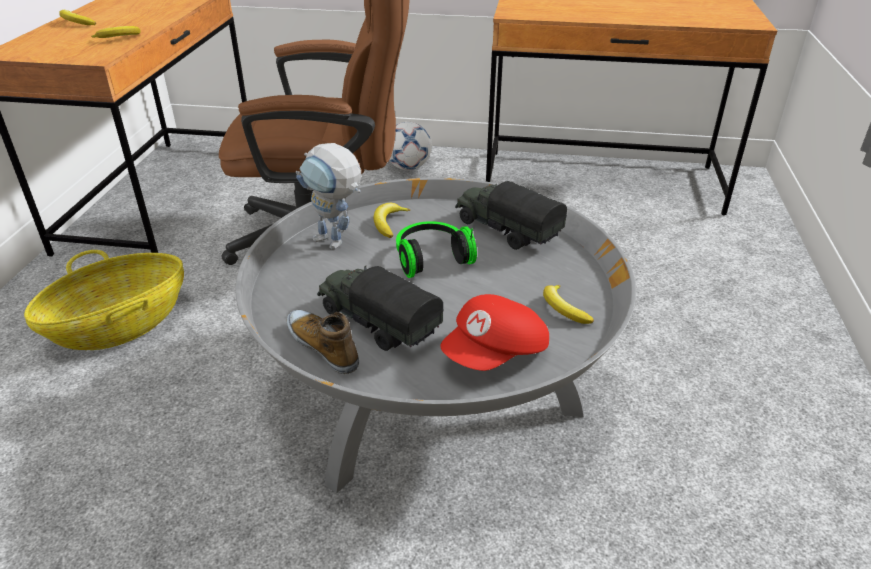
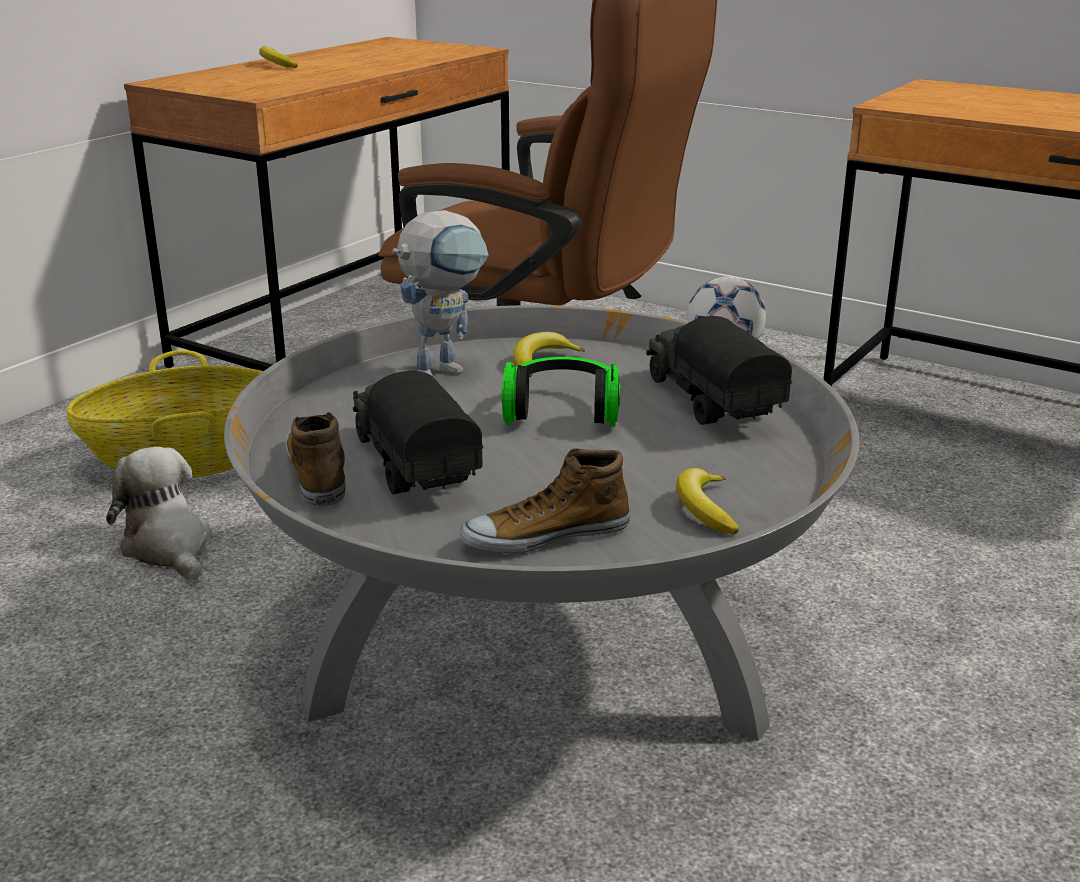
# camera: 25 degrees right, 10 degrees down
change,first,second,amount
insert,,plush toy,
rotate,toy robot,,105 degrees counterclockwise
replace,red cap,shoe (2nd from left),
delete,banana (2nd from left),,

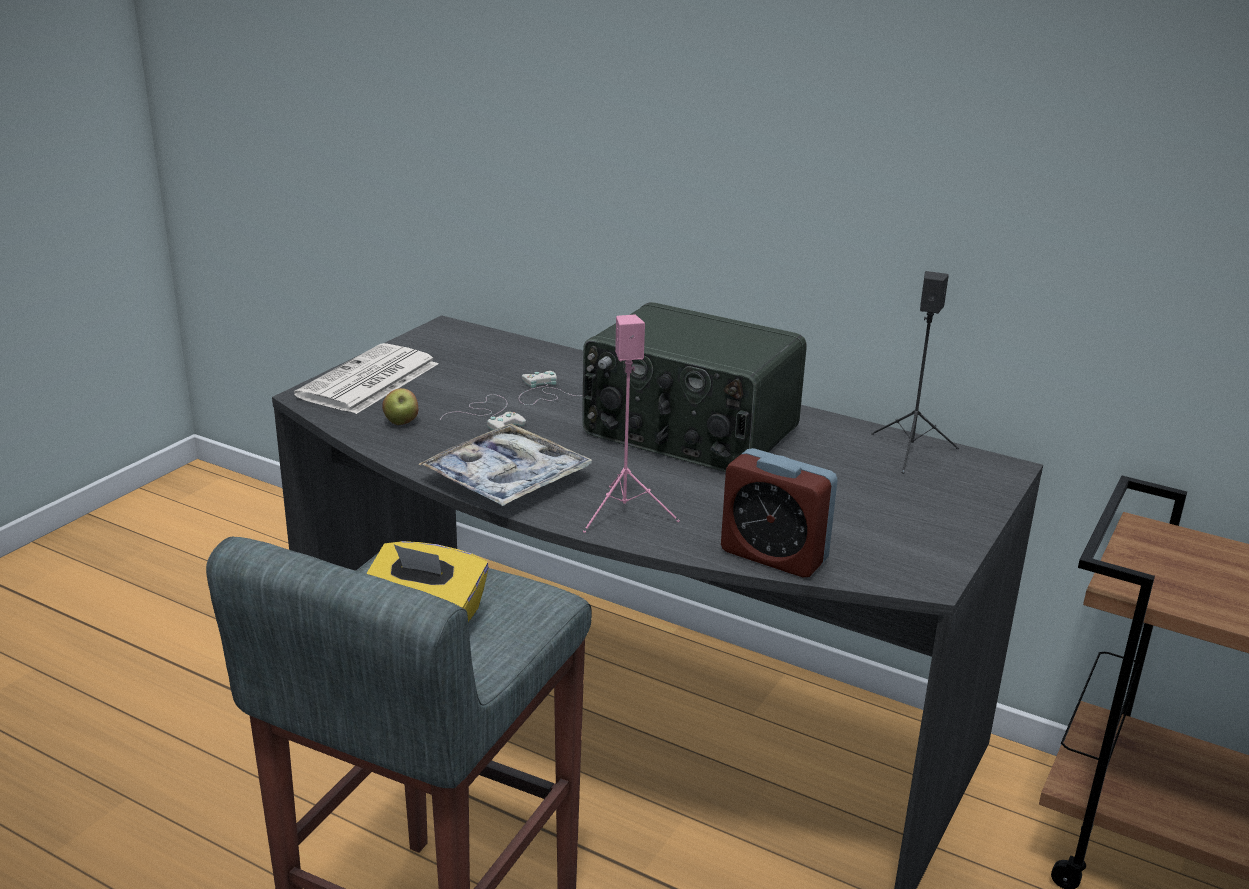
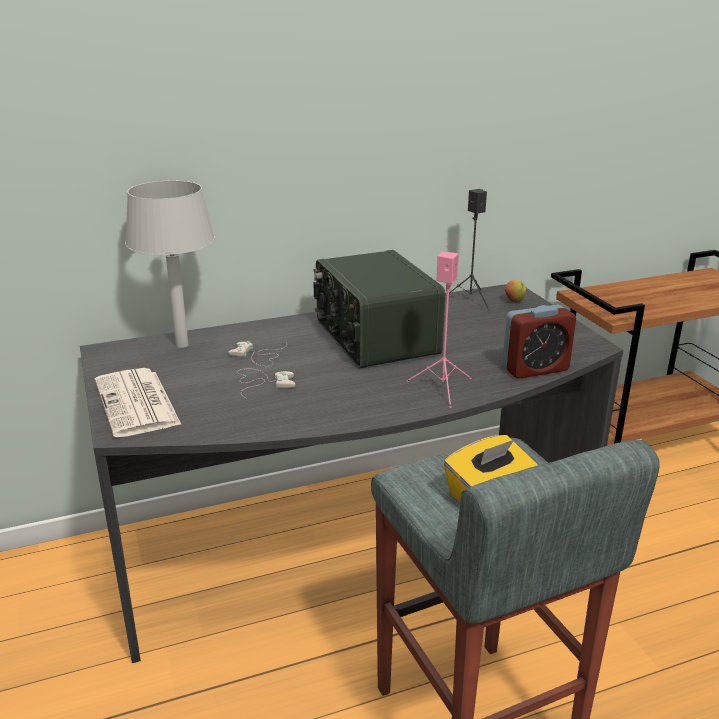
# camera: 50 degrees left, 0 degrees up
change,first,second,amount
insert,,grey table lamp,
rotate,radio,,90 degrees clockwise
move,apple,,
delete,tray,,

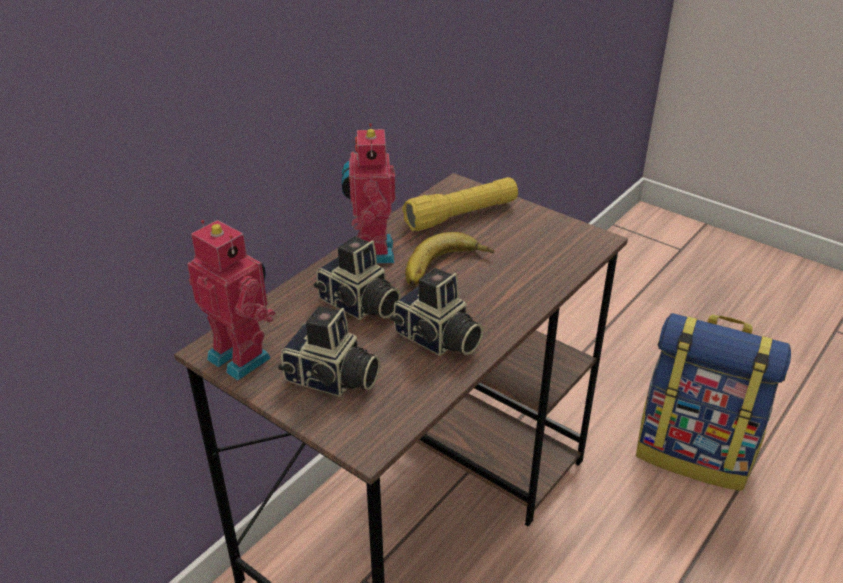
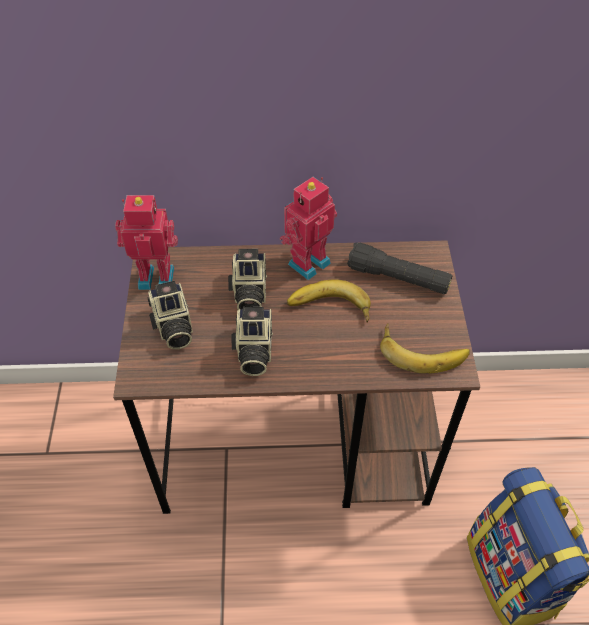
# camera: 50 degrees right, 15 degrees up
change,first,second,amount
rotate,toy robot (1st from left),,90 degrees counterclockwise
recolor,yellow flashlight,black flashlight,
insert,,banana (2nd from left),

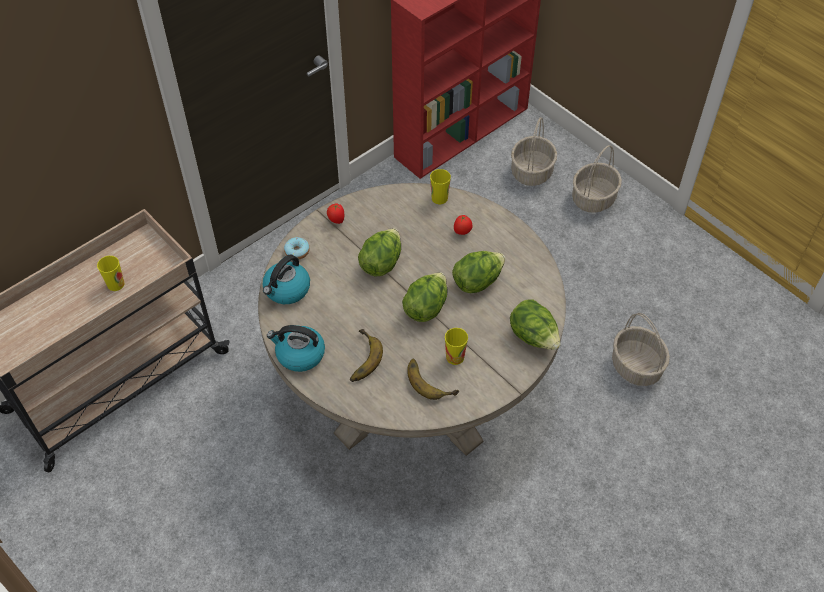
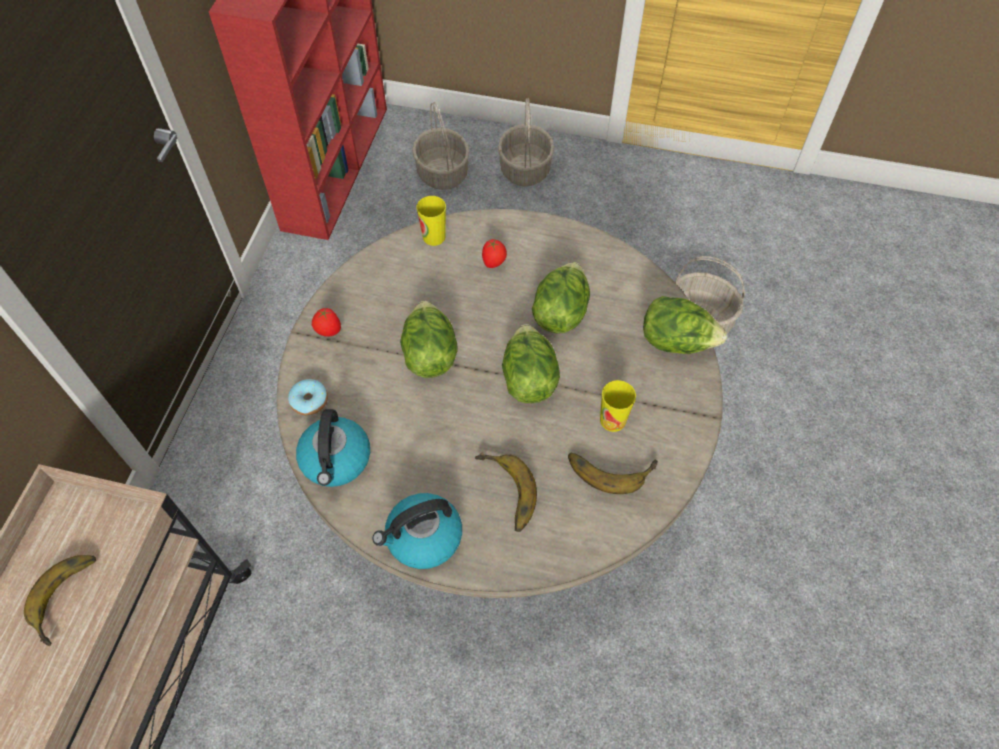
# camera: 35 degrees left, 5 degrees up
change,first,second,amount
replace,cup (1st from left),banana (1st from left),

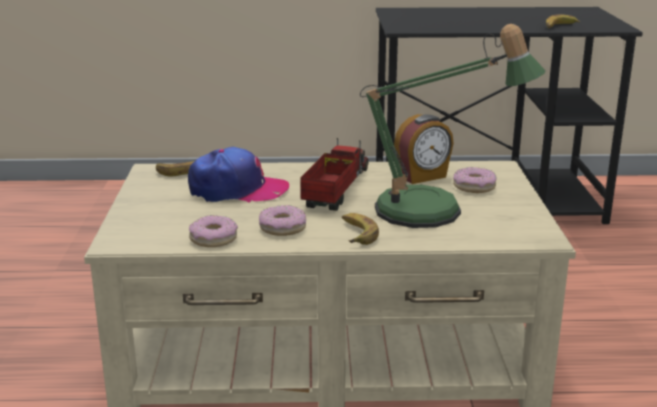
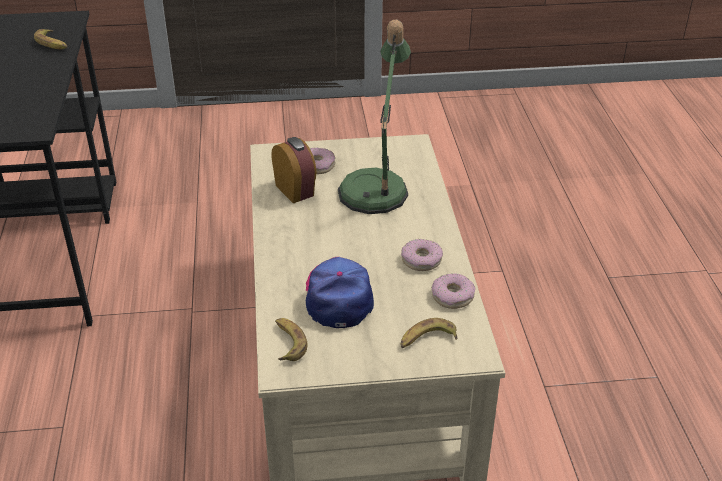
# camera: 95 degrees left, 15 degrees up
change,first,second,amount
move,banana (2nd from left in the first image),banana (3rd from left),
delete,toy truck,,

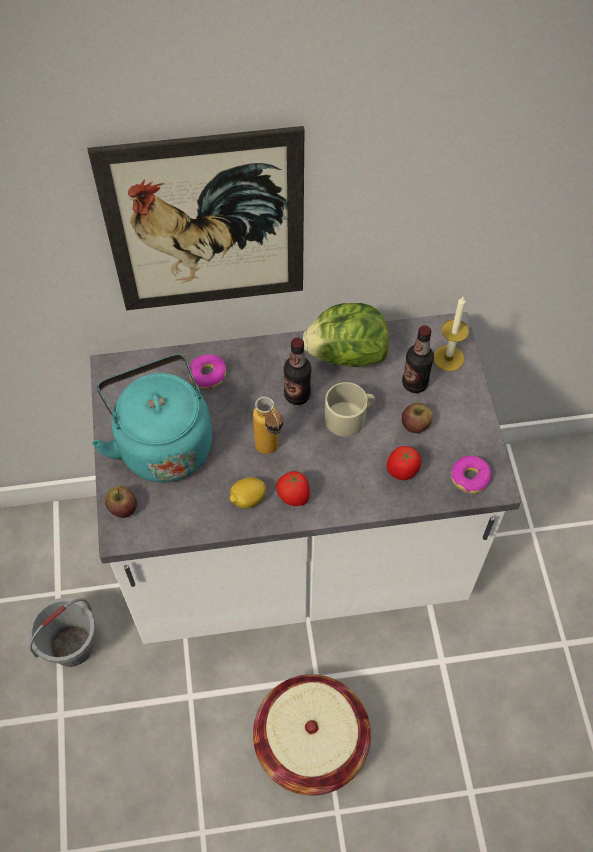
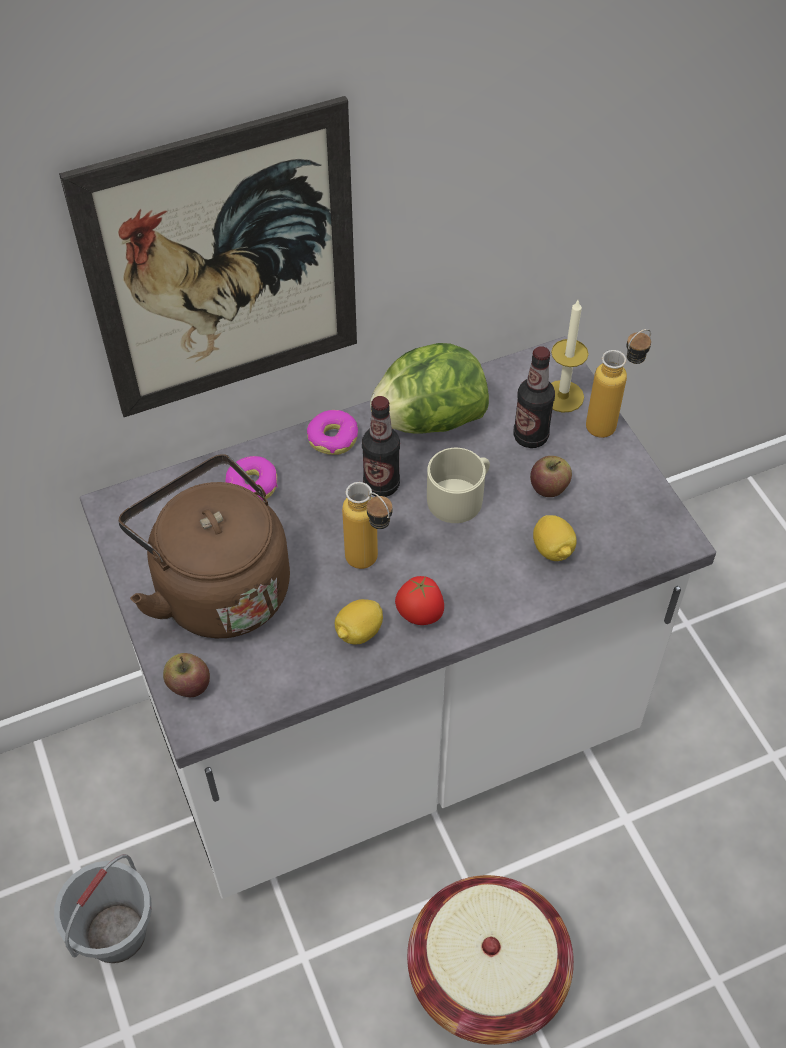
# camera: 15 degrees left, 5 degrees down
change,first,second,amount
recolor,turquoise kettle,brown kettle,
move,donut (2nd from left),,
replace,tomato (2nd from left),lemon (2nd from left),
insert,,bottle (4th from left),

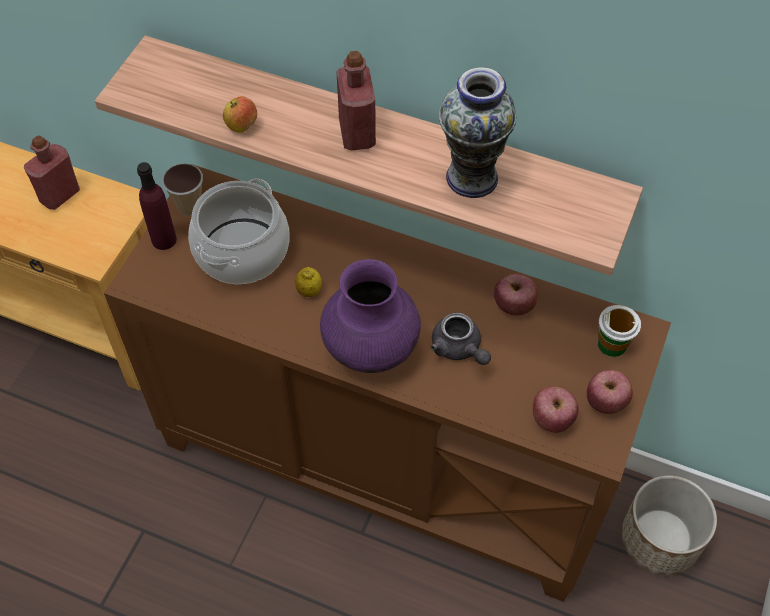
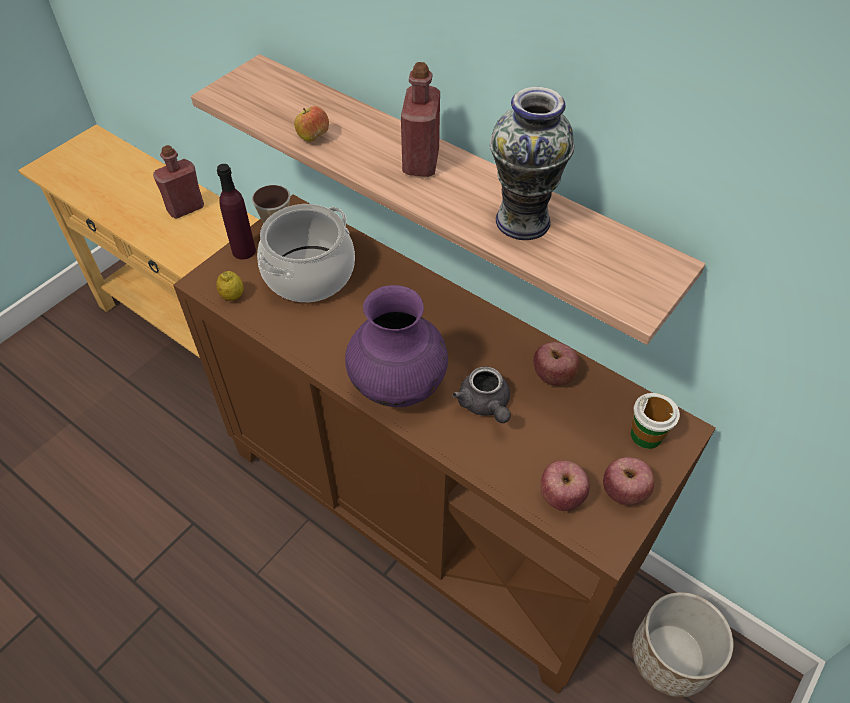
# camera: 15 degrees right, 5 degrees down
change,first,second,amount
move,lemon,,

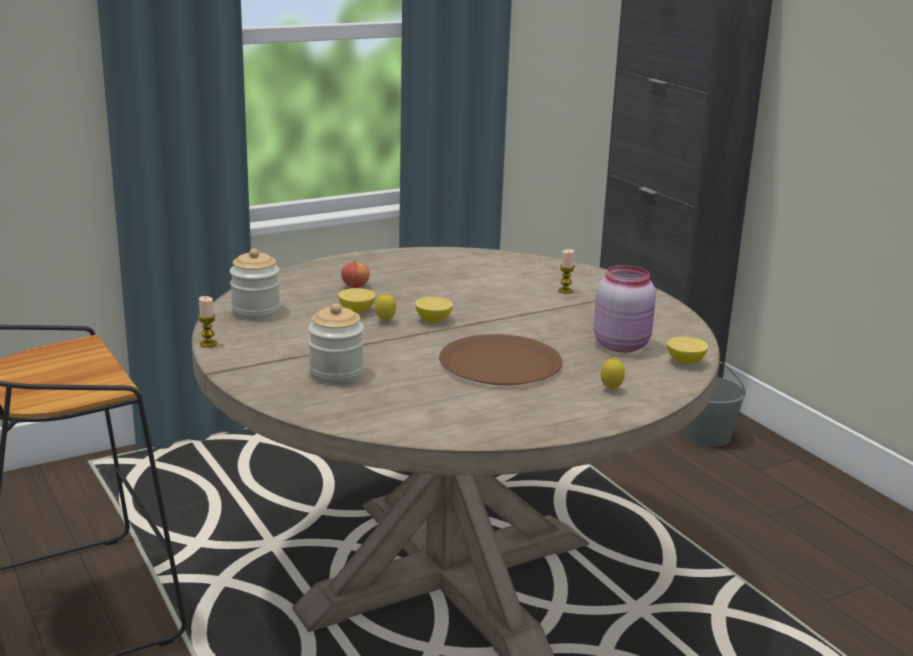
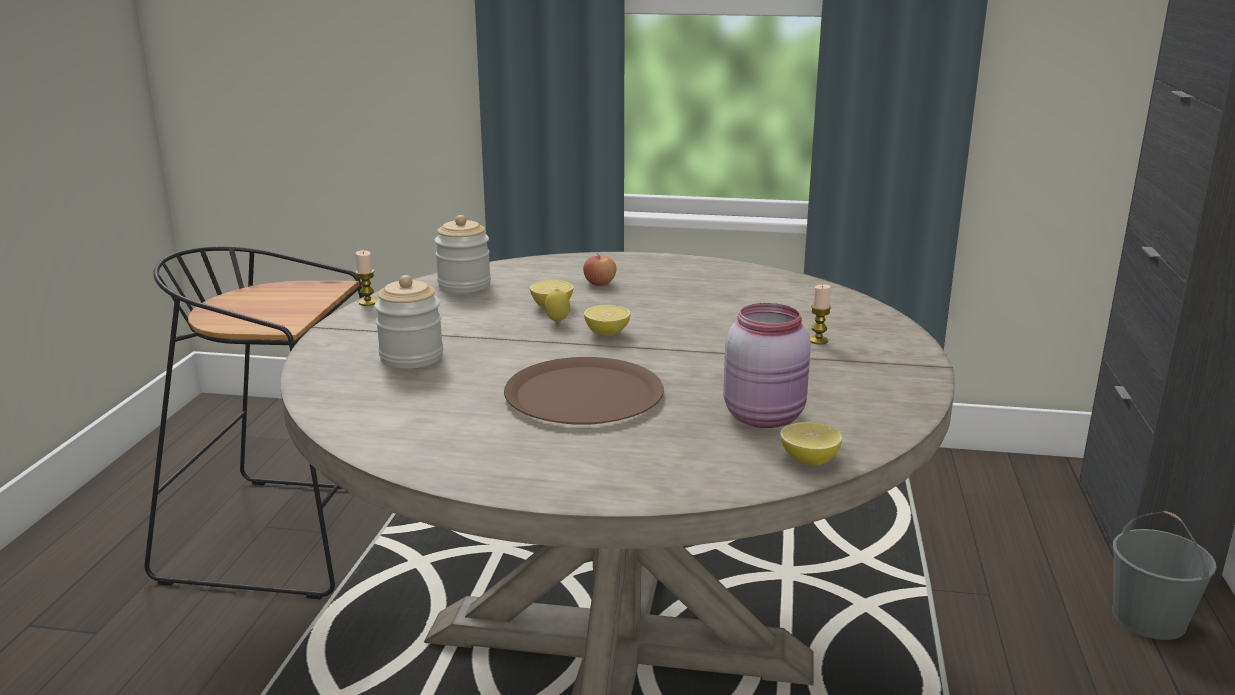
# camera: 40 degrees right, 0 degrees up
change,first,second,amount
delete,lemon (4th from left),,

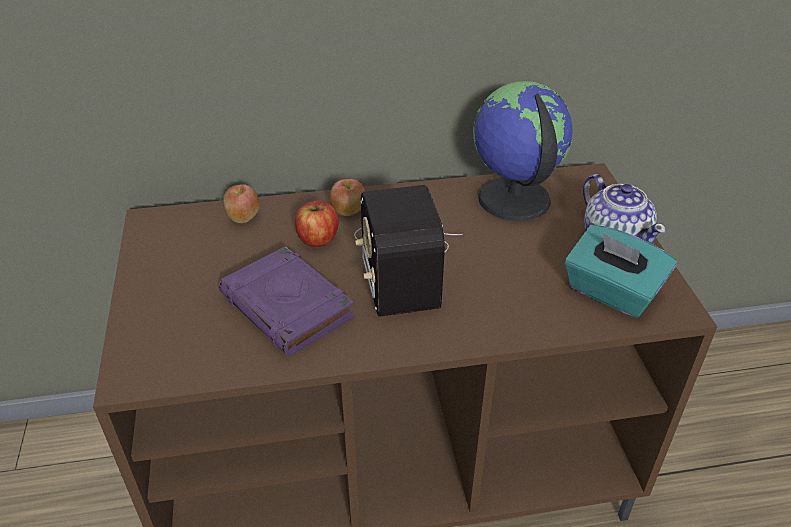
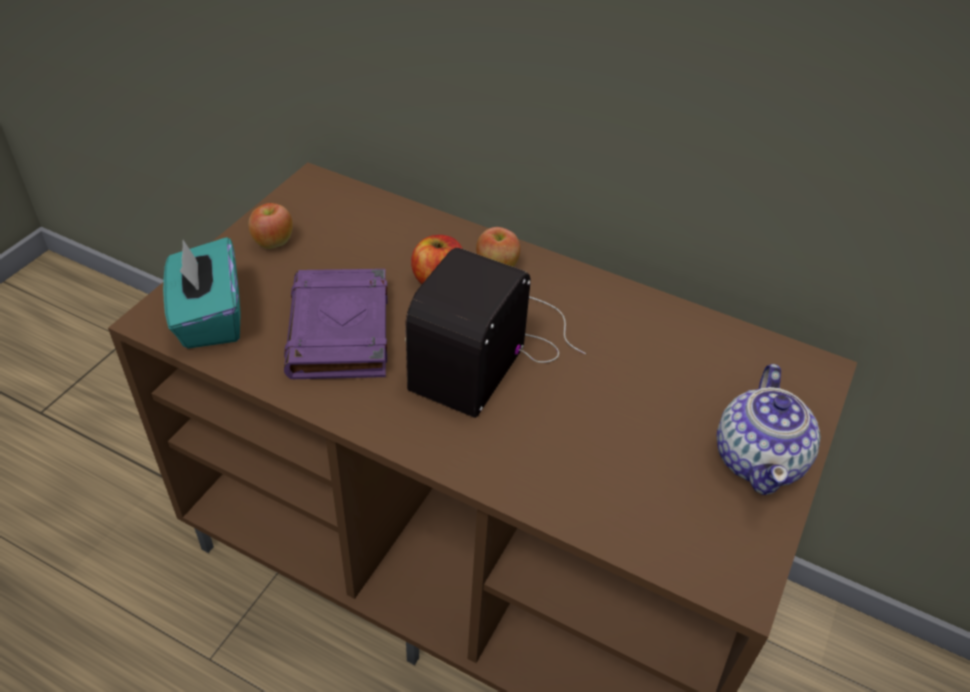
# camera: 35 degrees right, 5 degrees up
change,first,second,amount
move,turquoise tissue box,,
move,apple (1st from left),,
delete,globe,,

